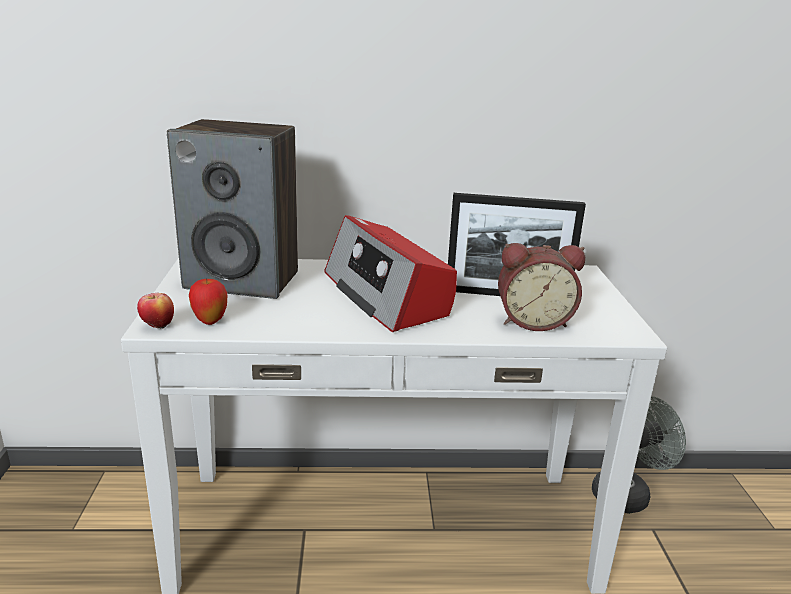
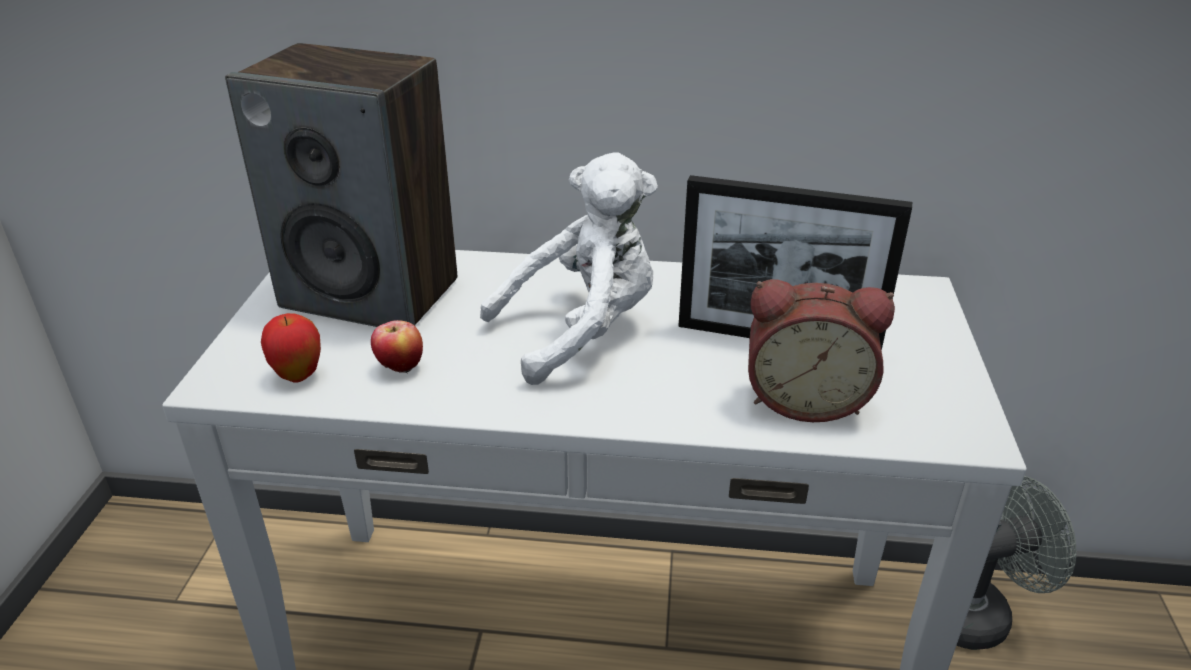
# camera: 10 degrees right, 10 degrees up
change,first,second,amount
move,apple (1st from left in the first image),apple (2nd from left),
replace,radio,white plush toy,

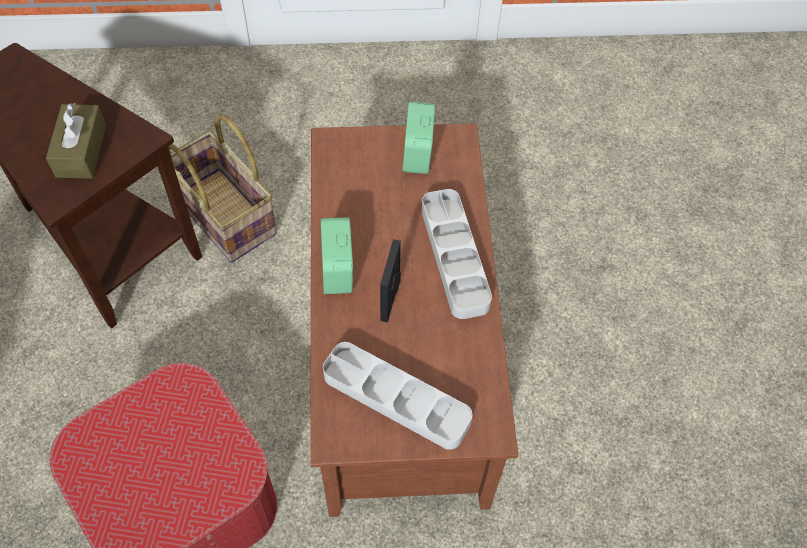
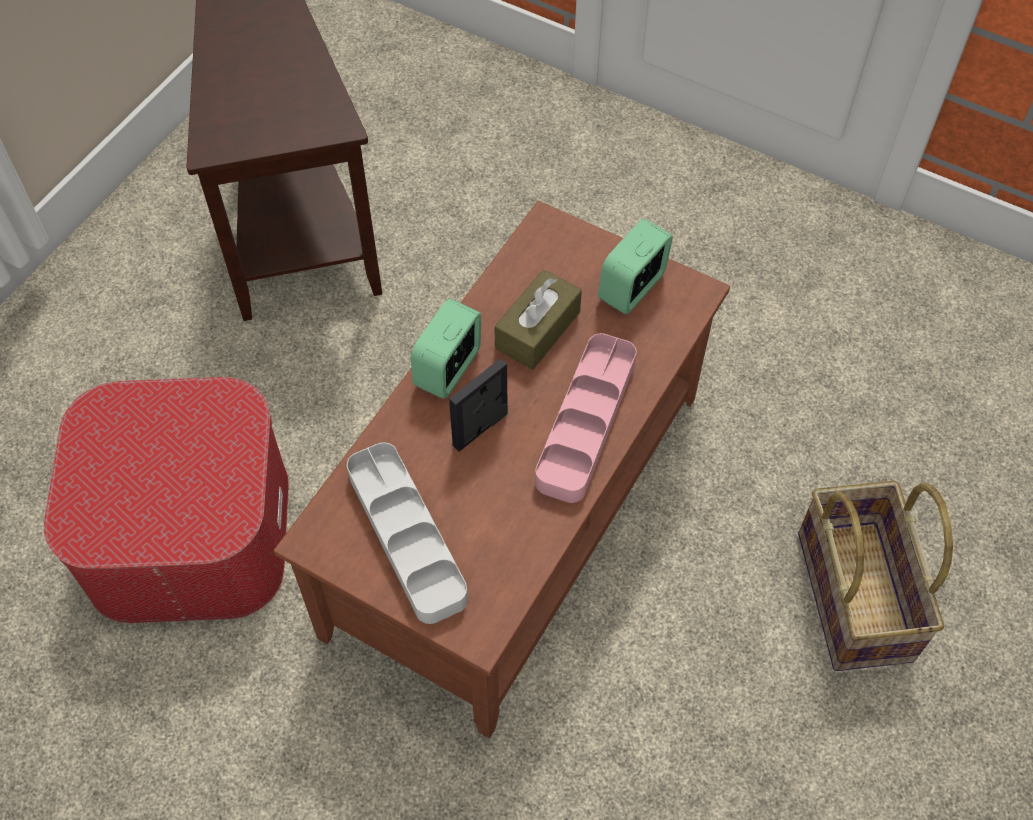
# camera: 35 degrees right, 0 degrees up
change,first,second,amount
move,brown tissue box,,
recolor,grey tray (2nd from left),pink tray,
move,basket,,

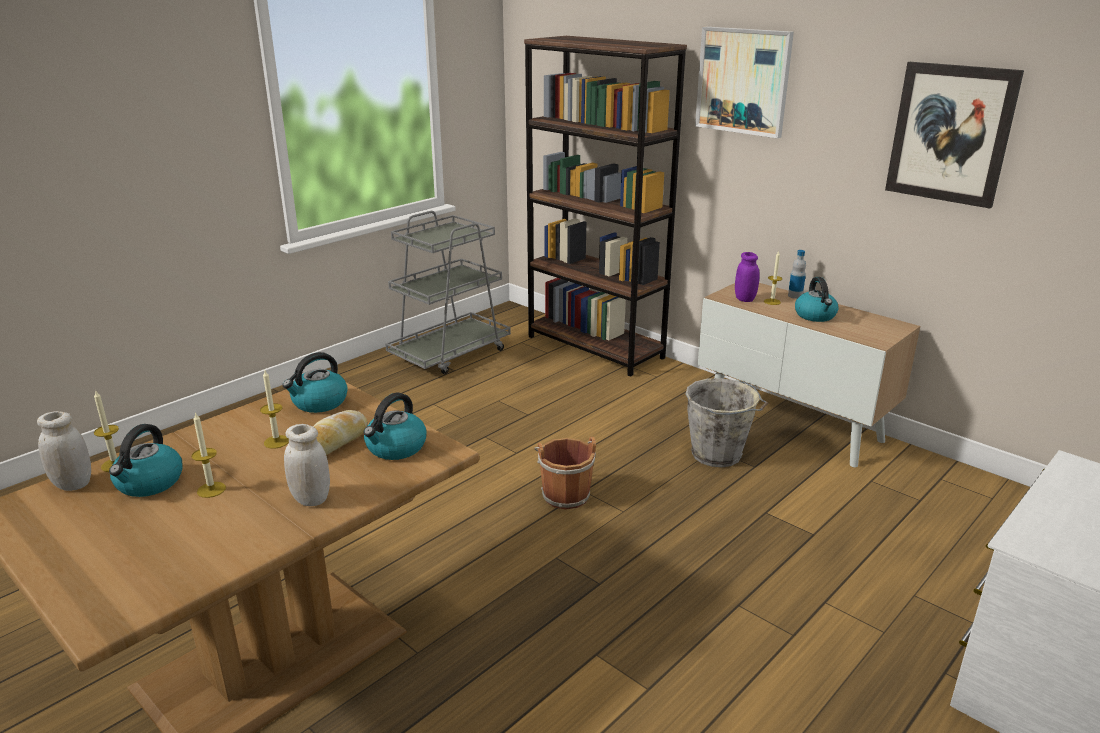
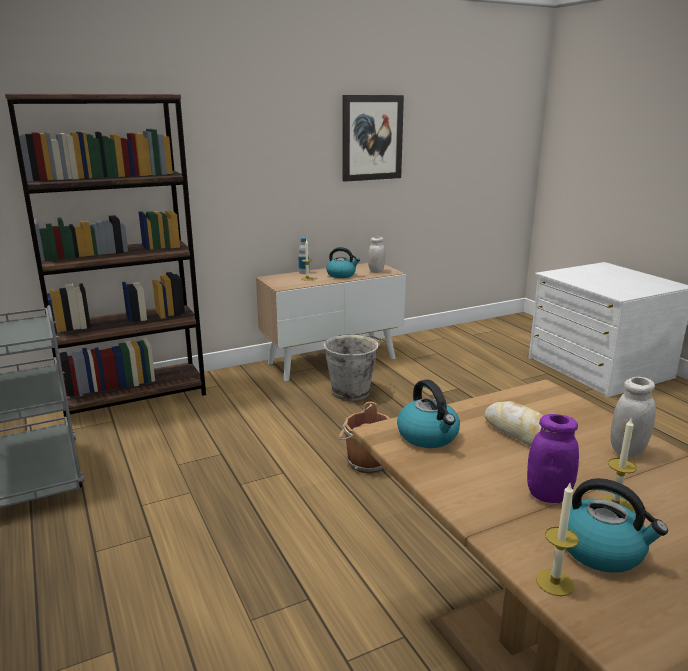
# camera: 70 degrees left, 5 degrees down
change,first,second,amount
move,white jar (1st from left),,
move,purple jar,,
delete,candle (3rd from left),,
delete,kettle (3rd from left),,
delete,picture (1st from left),,

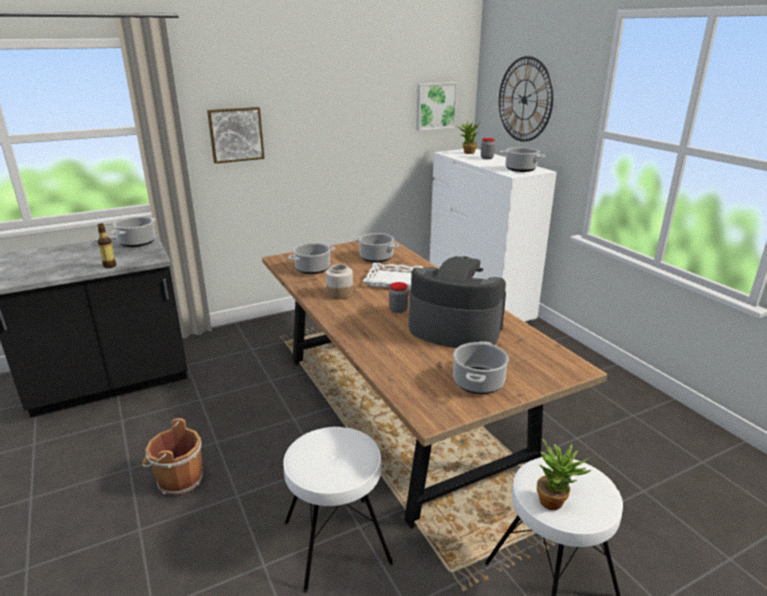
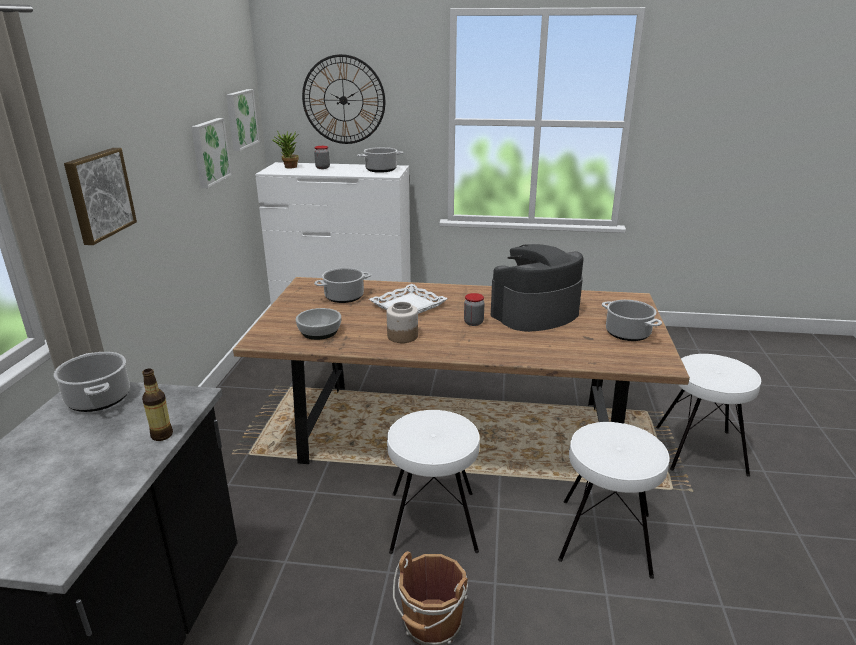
# camera: 55 degrees left, 0 degrees up
change,first,second,amount
insert,,picture (2nd from left),
replace,cooking pot (2nd from left),bowl,
insert,,white stool (1st from left),
delete,potted plant (2nd from left),,

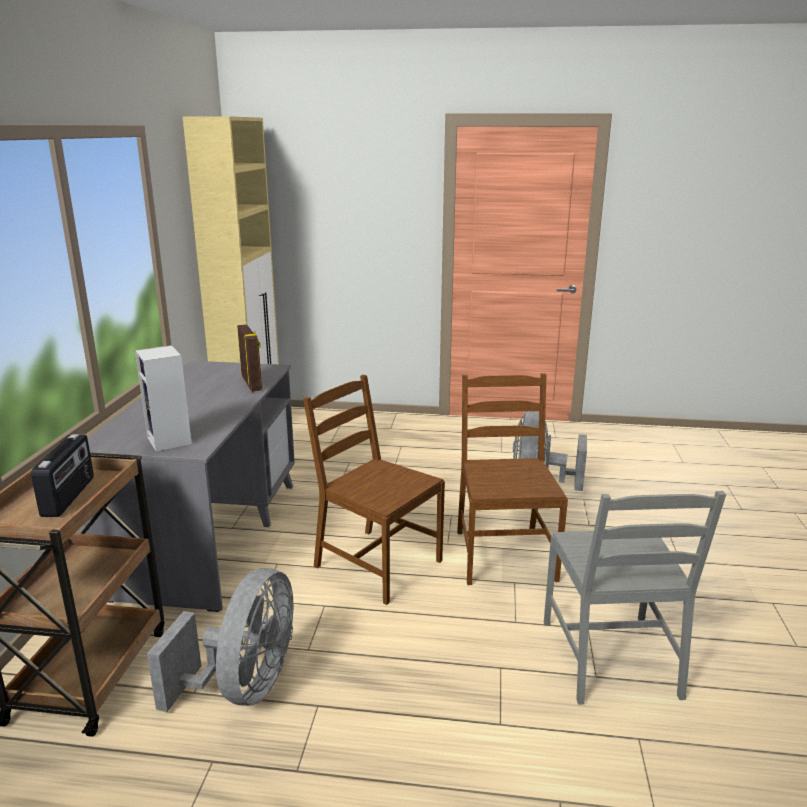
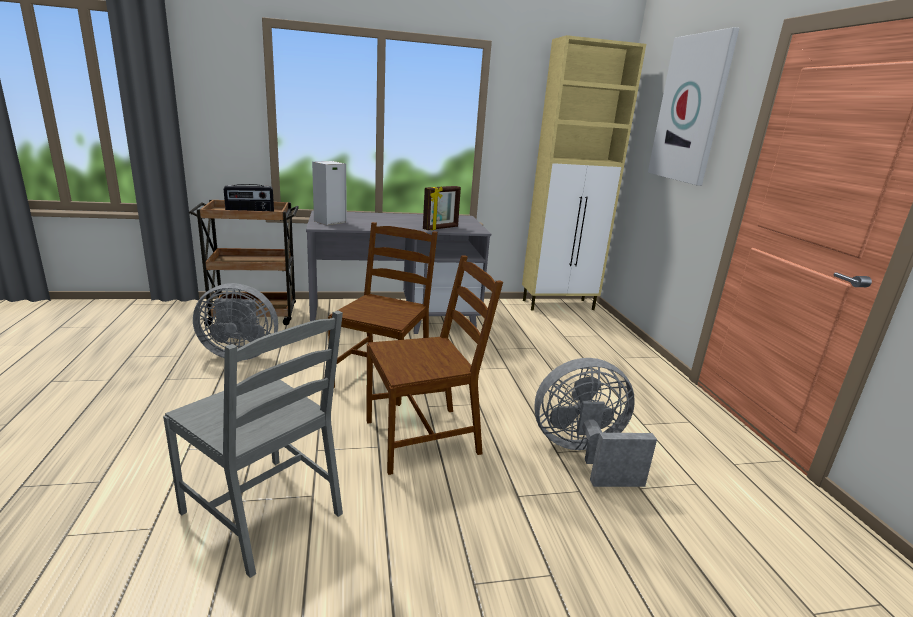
# camera: 70 degrees right, 0 degrees up
change,first,second,amount
rotate,grey chair,,120 degrees counterclockwise
insert,,picture,

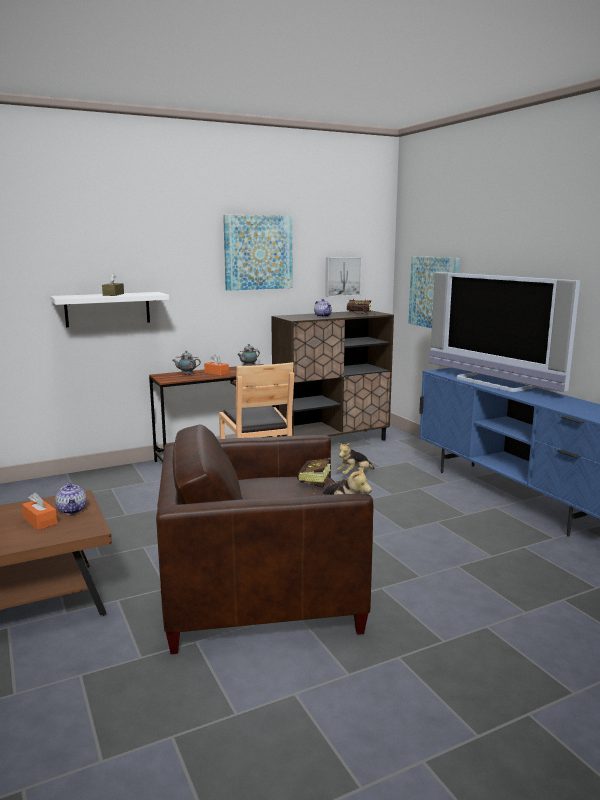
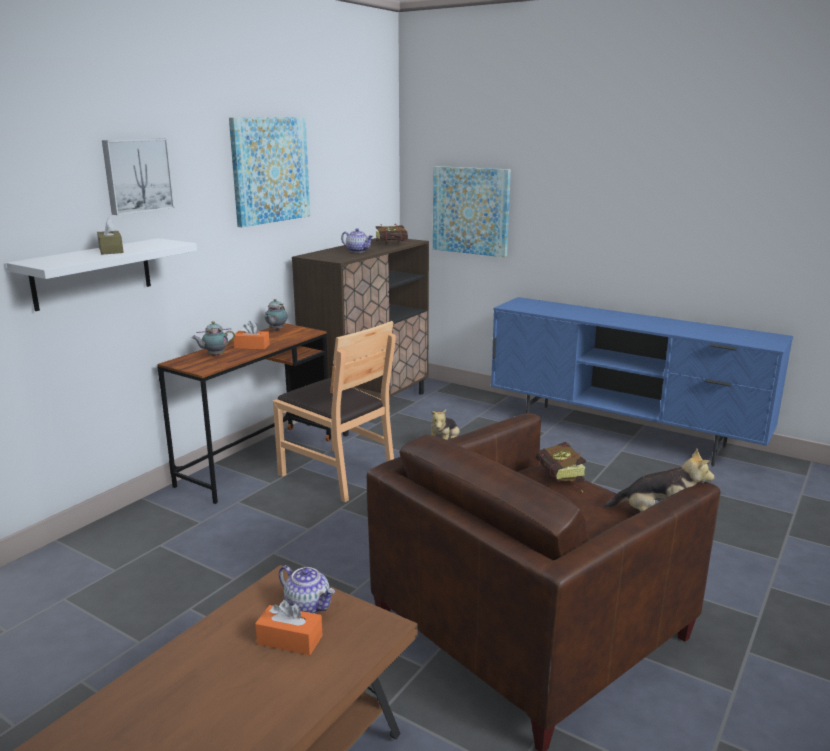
# camera: 30 degrees left, 5 degrees up
change,first,second,amount
move,picture (2nd from left in the first image),picture (1st from left),
delete,television,,

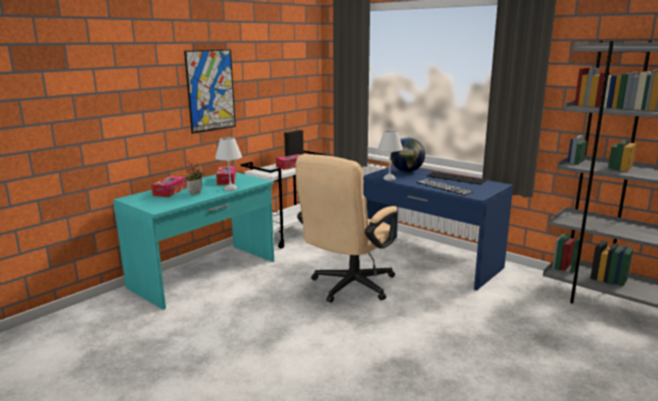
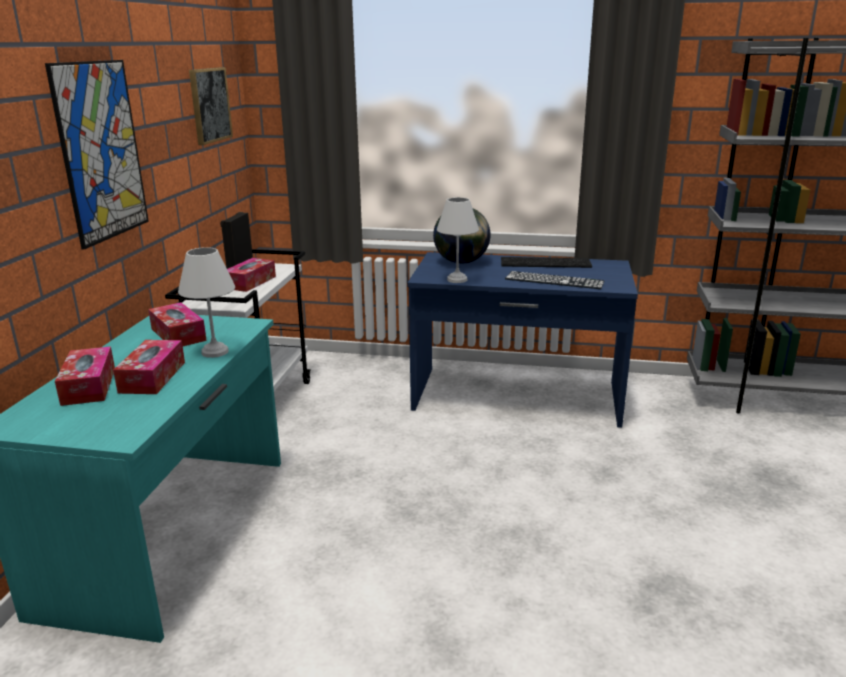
# camera: 30 degrees left, 5 degrees up
change,first,second,amount
replace,potted plant,tissue box (2nd from left),
insert,,picture (2nd from left),
delete,beige office chair,,

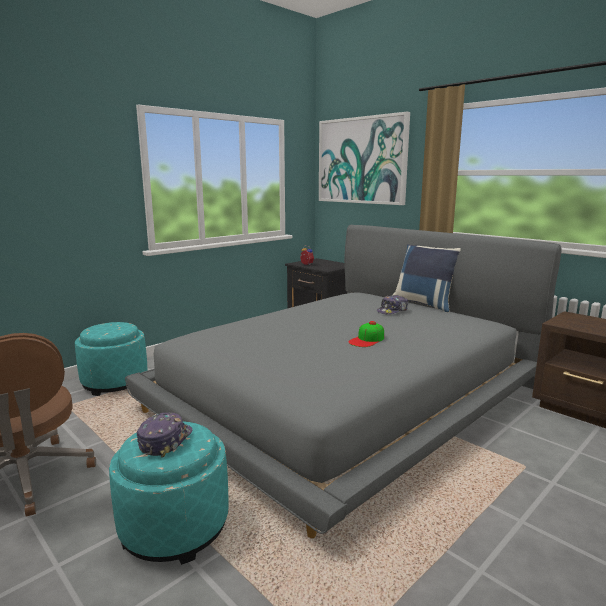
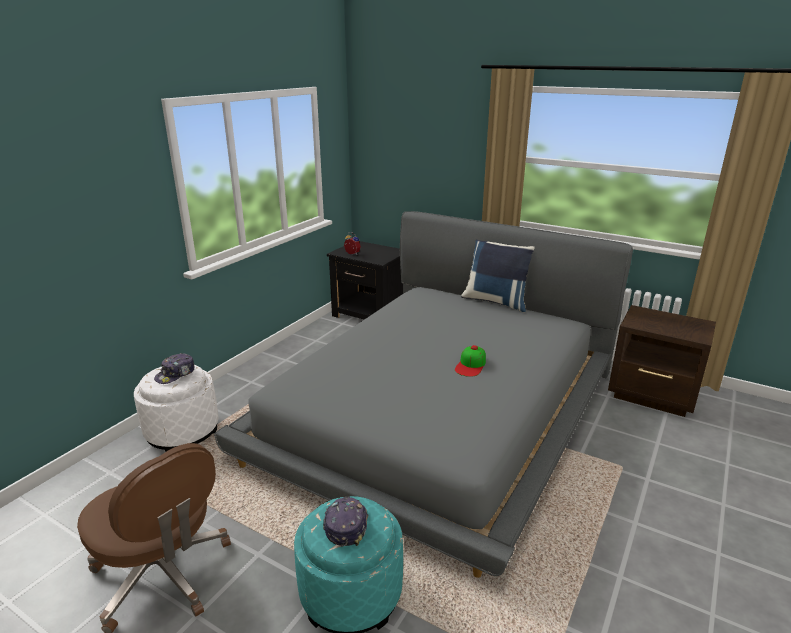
# camera: 15 degrees left, 10 degrees up
change,first,second,amount
recolor,turquoise ottoman (1st from left),white ottoman,
move,cap (3rd from left in the first image),cap (1st from left),
delete,picture,,

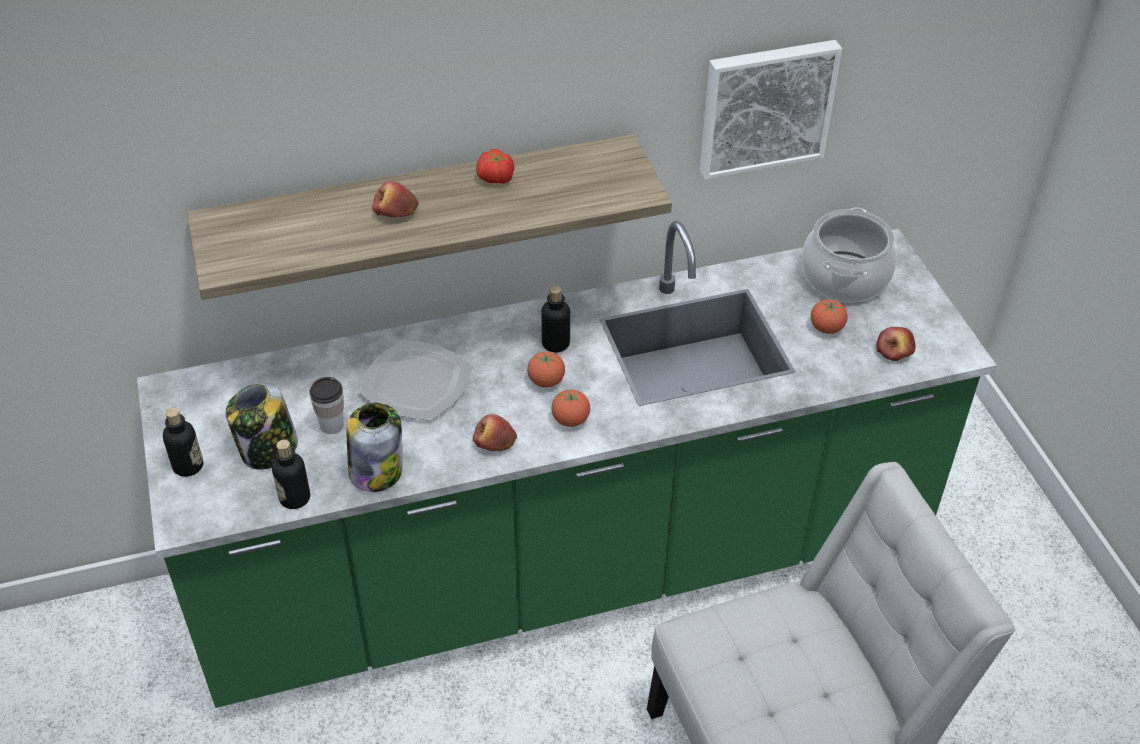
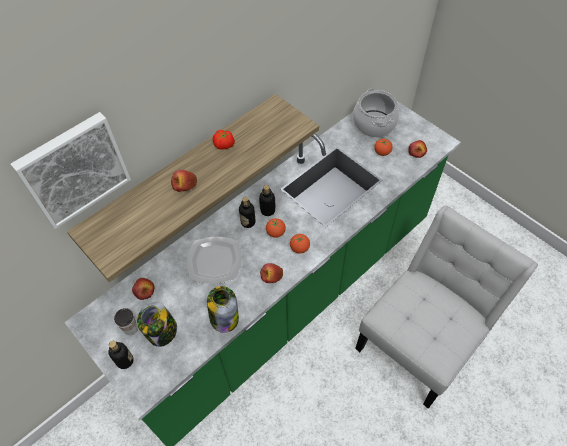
# camera: 25 degrees left, 10 degrees up
change,first,second,amount
move,picture,,
move,cup,,
insert,,apple (1st from left),
move,bottle (2nd from left),,

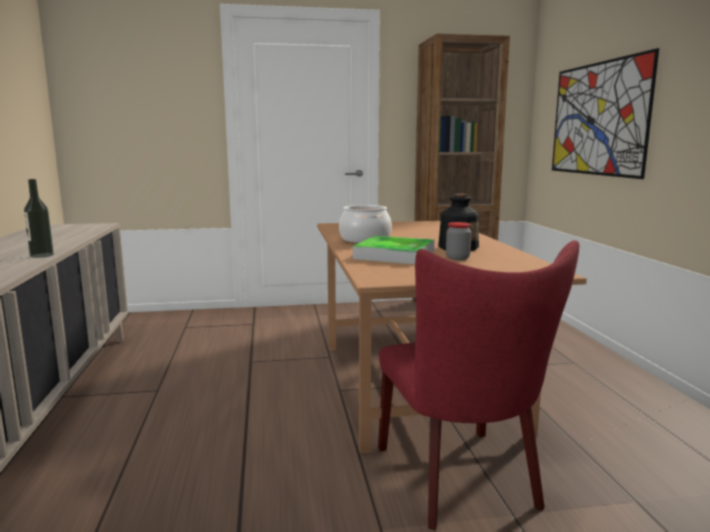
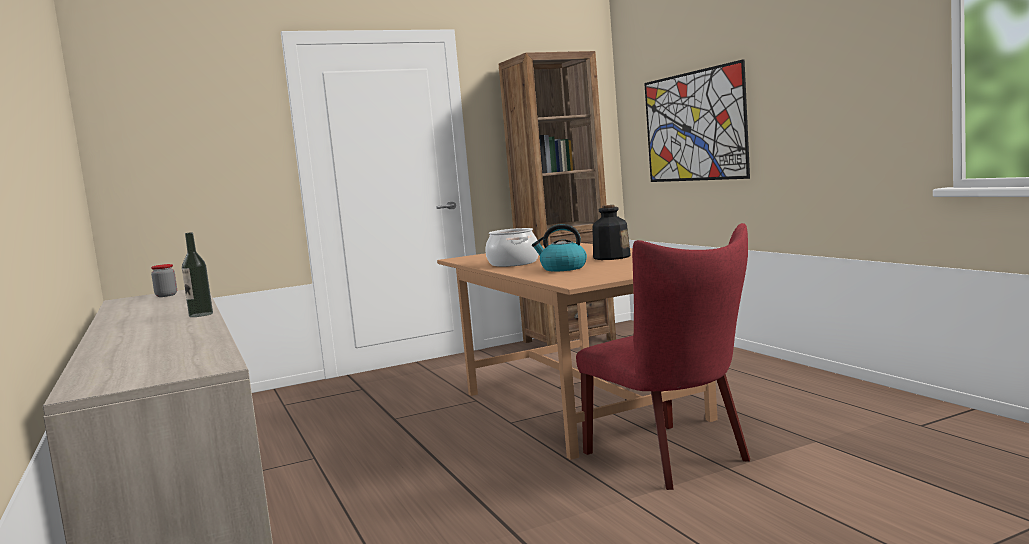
# camera: 15 degrees left, 5 degrees down
change,first,second,amount
move,jar,,
replace,tray,kettle,

